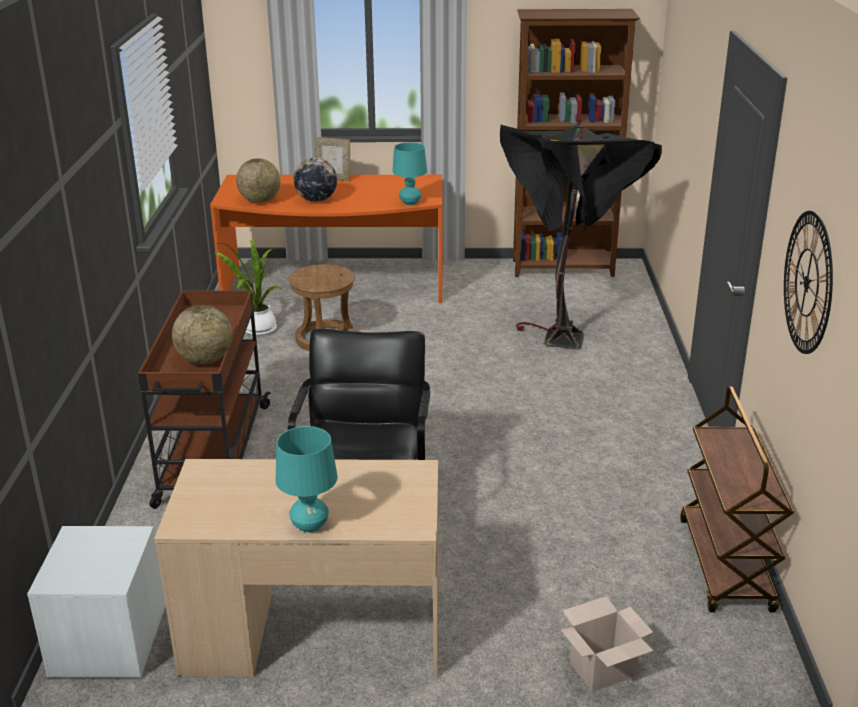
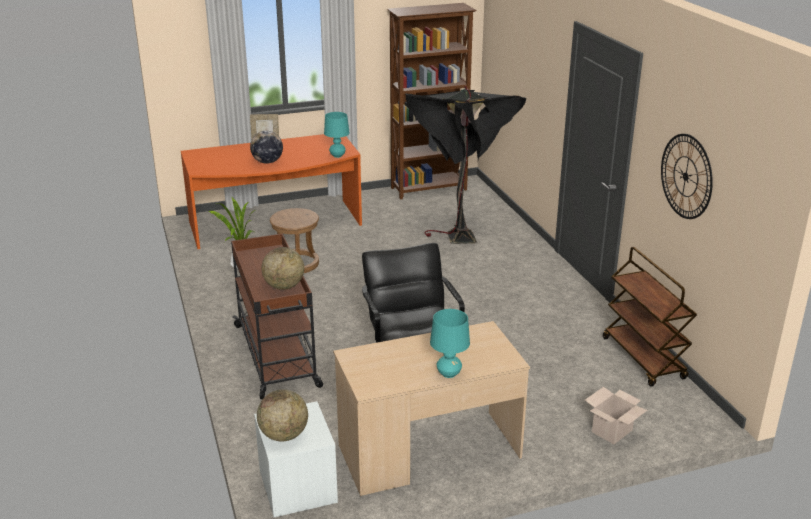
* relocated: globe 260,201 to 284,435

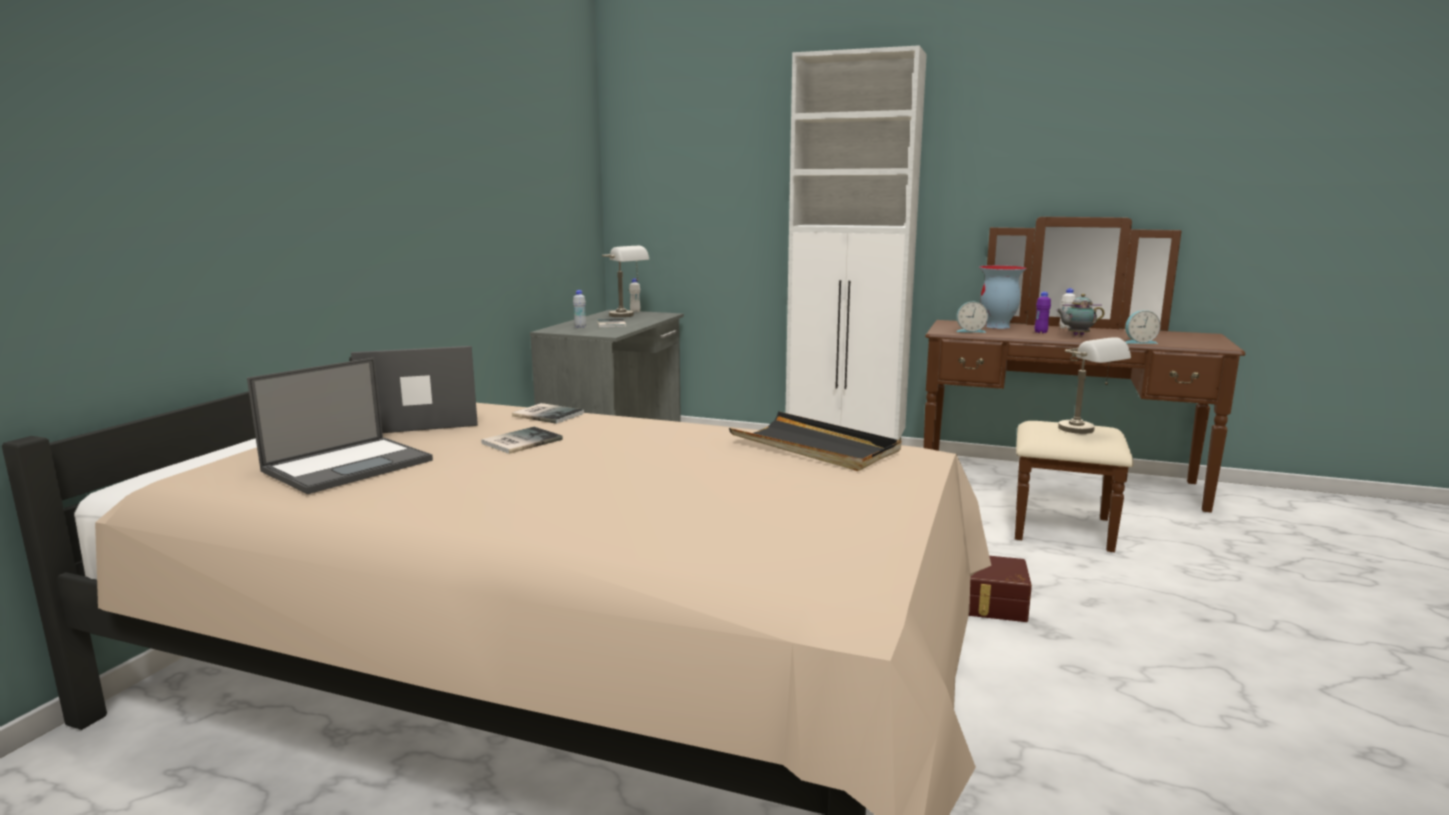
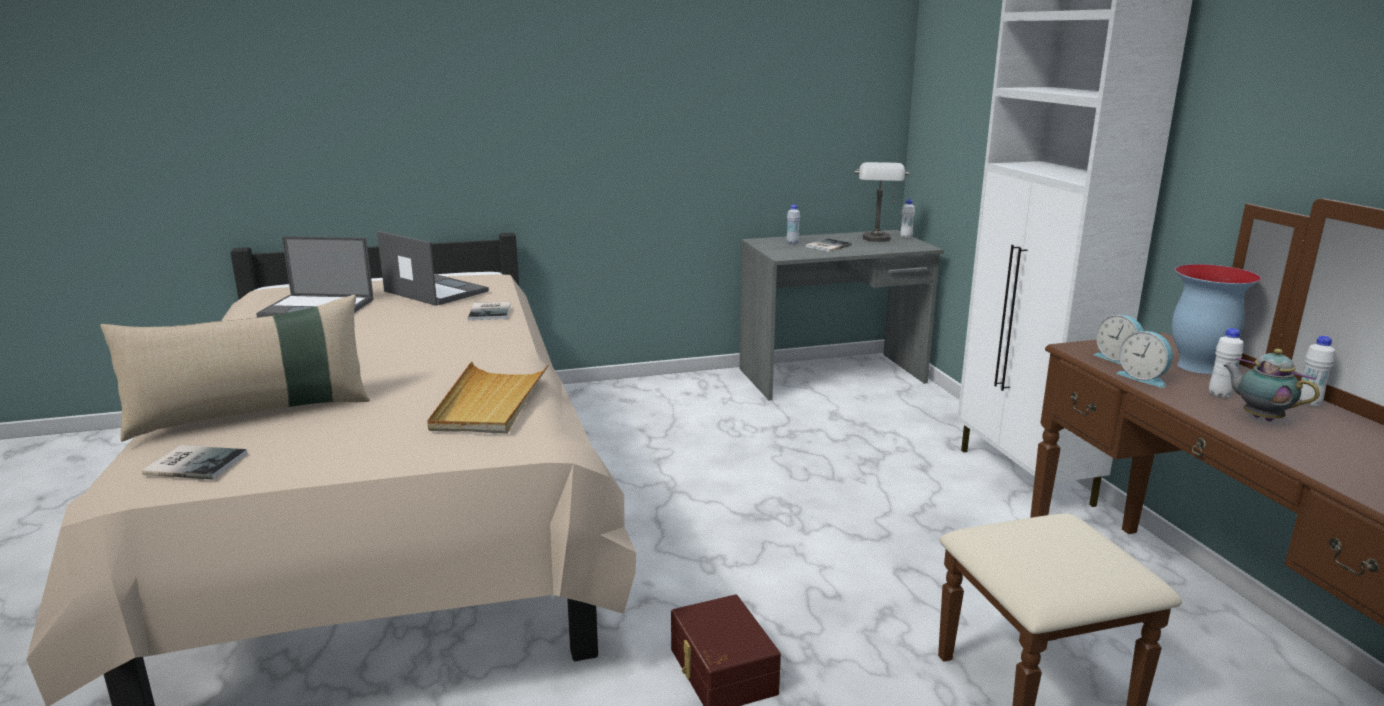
* missing: table lamp/grey 1087,431
* appeared: pillow/beige 253,414
* relocated: book 519,441 to 195,463
* relocated: alarm clock 1139,342 to 1144,378
* colour: tray/black 815,447 to tray/beige 490,402
* colour: bottle/purple 1040,332 to bottle/white 1219,395

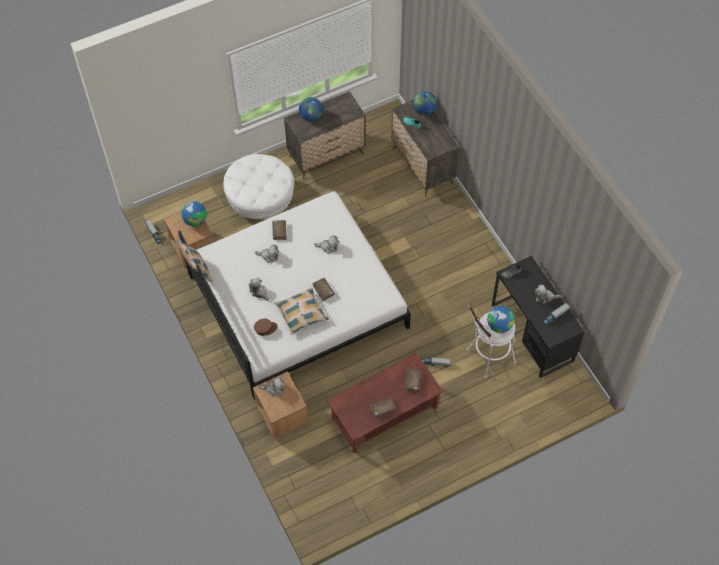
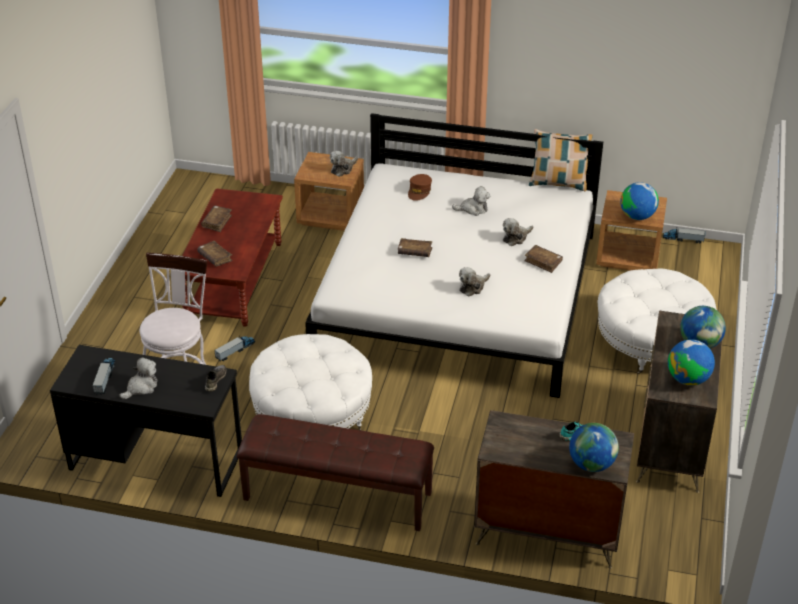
* missing: pillow 301,313
* appeared: bench/brown 337,496
* appeared: ottoman/white 312,414
* relocated: globe 499,325 to 688,379

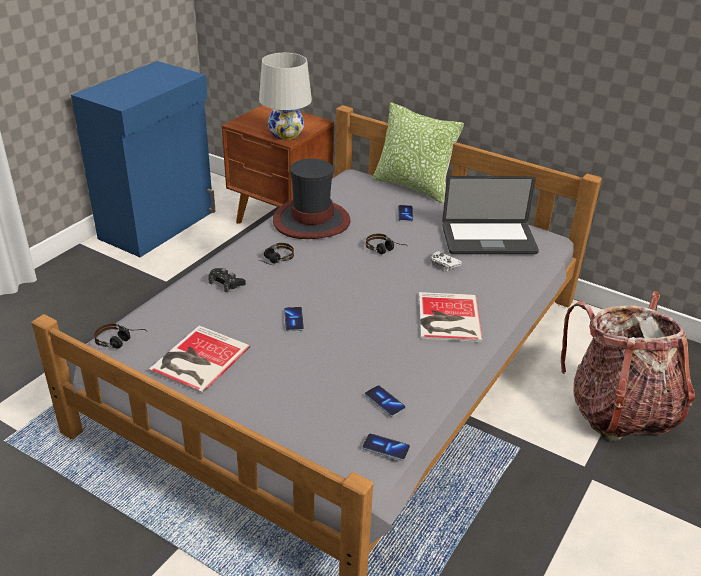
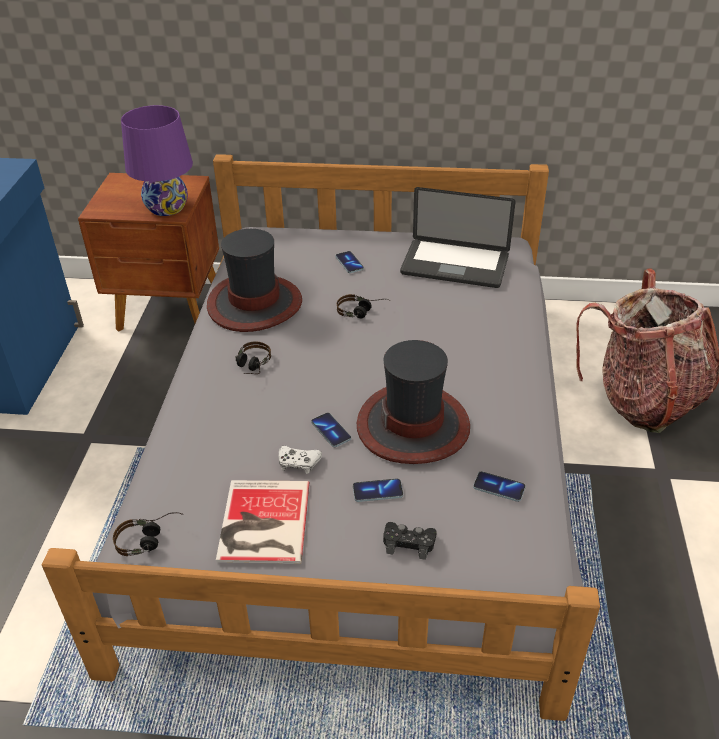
* missing: pillow 413,186
* missing: book 447,318
* appeared: hat 413,425
* relocated: game controller/black 226,283 to 409,543
* relocated: phone 386,448 to 377,491
* relocated: game controller/white 444,264 to 298,463
* colour: table lamp/white 286,134 to table lamp/purple 167,207
* spun: laptop 488,240 = 454,265 45 degrees clockwise

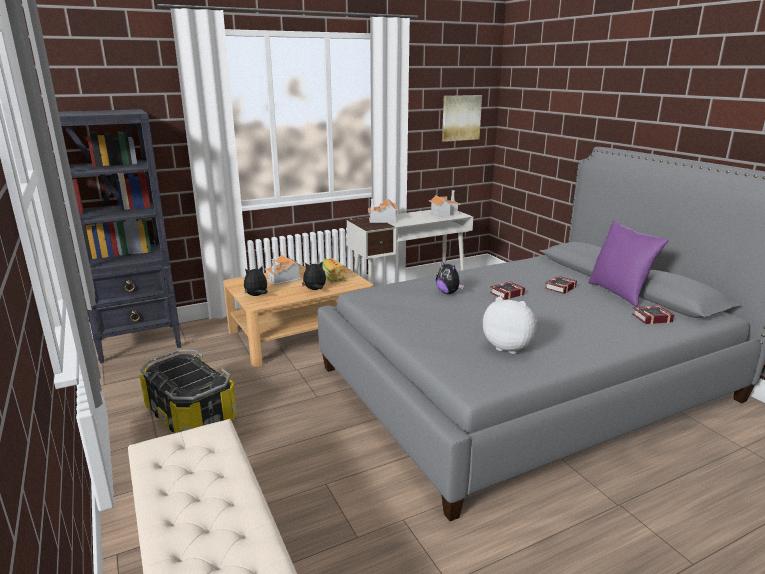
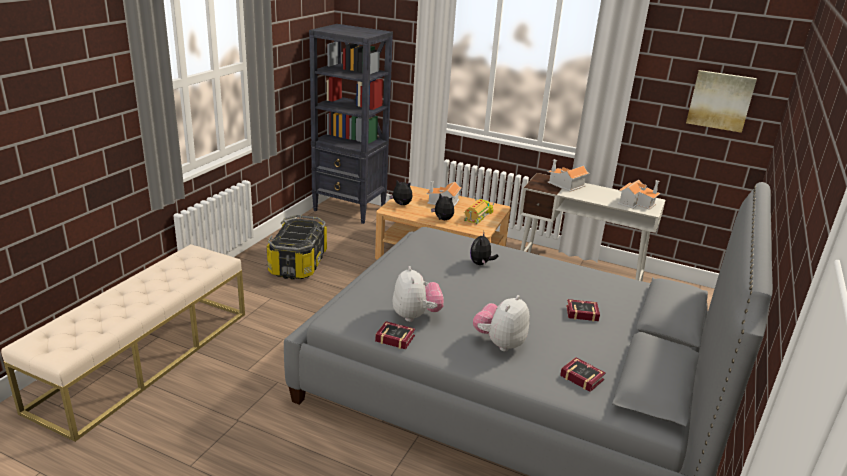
* missing: pillow/purple 619,293
* appeared: plush toy 499,343
* relocated: book 505,294 to 394,337

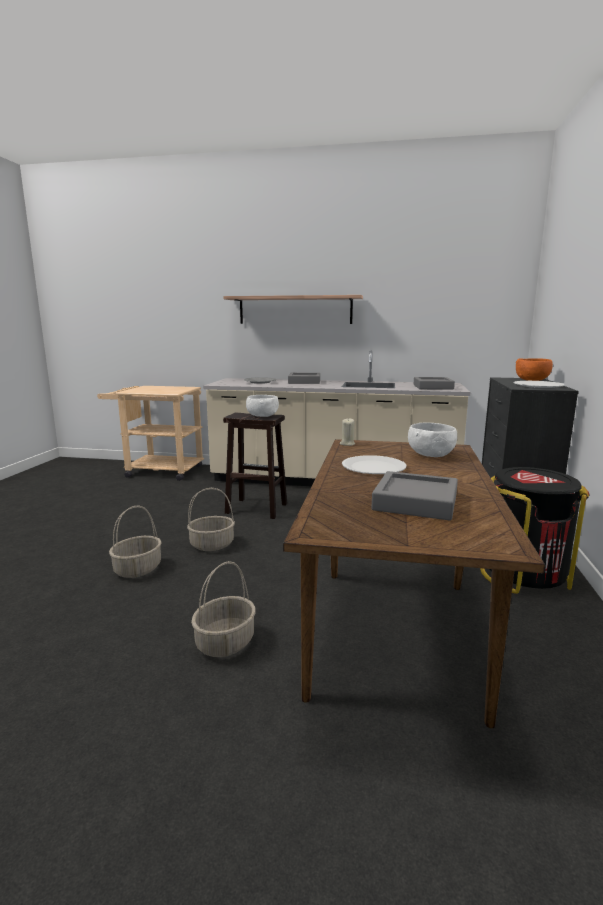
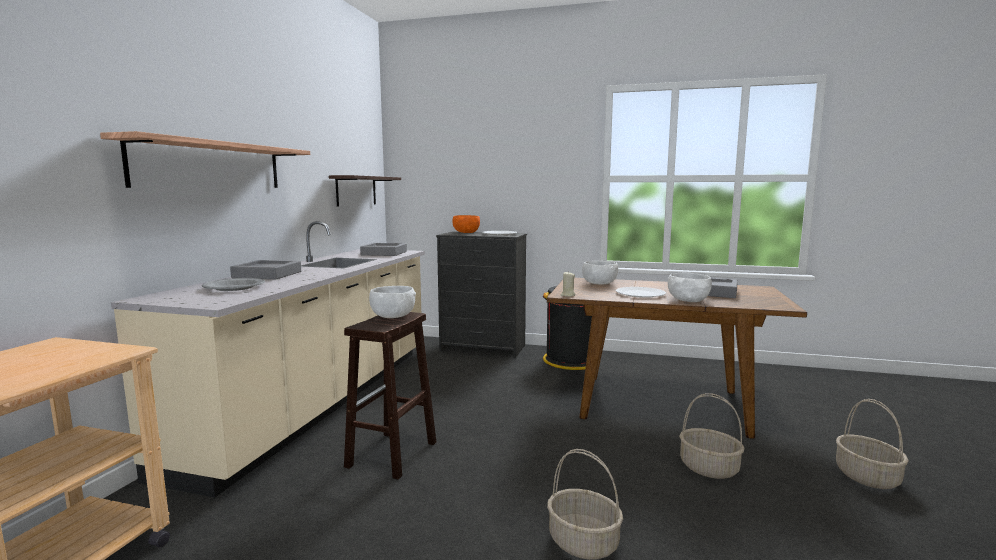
* appeared: shelf 356,191
* appeared: bowl/white 687,300
* relocated: basket 211,545 to 868,477

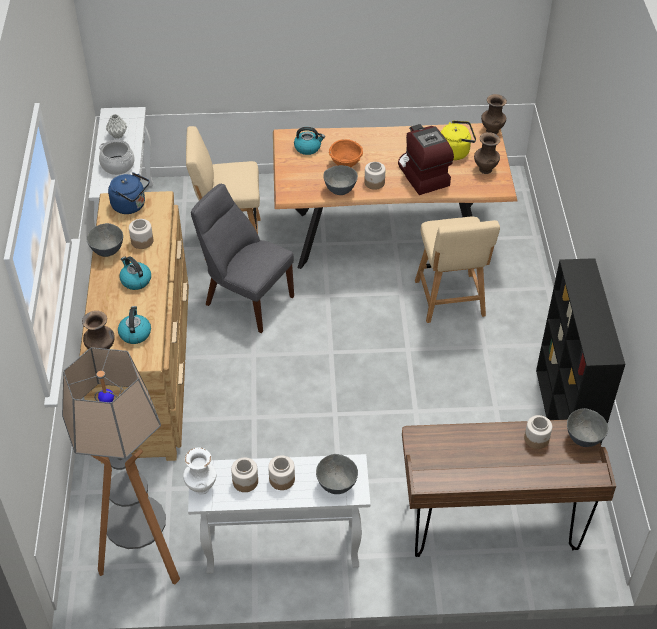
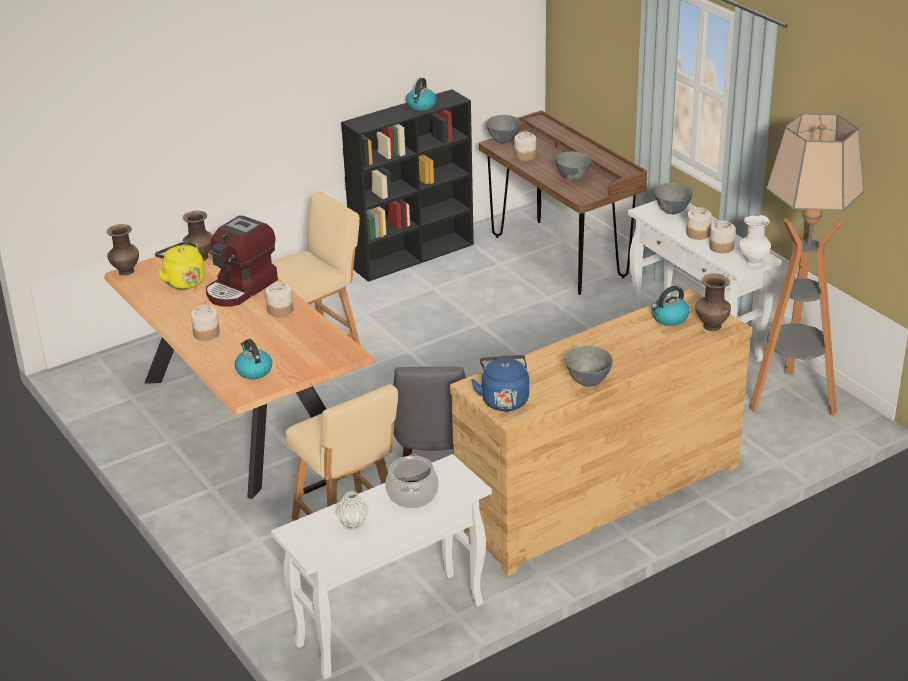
* missing: bowl/orange 346,164
* relocated: kettle 135,280 to 421,106
* relocated: jar 142,241 to 206,334
* relocated: bowl/grey 340,191 to 573,178

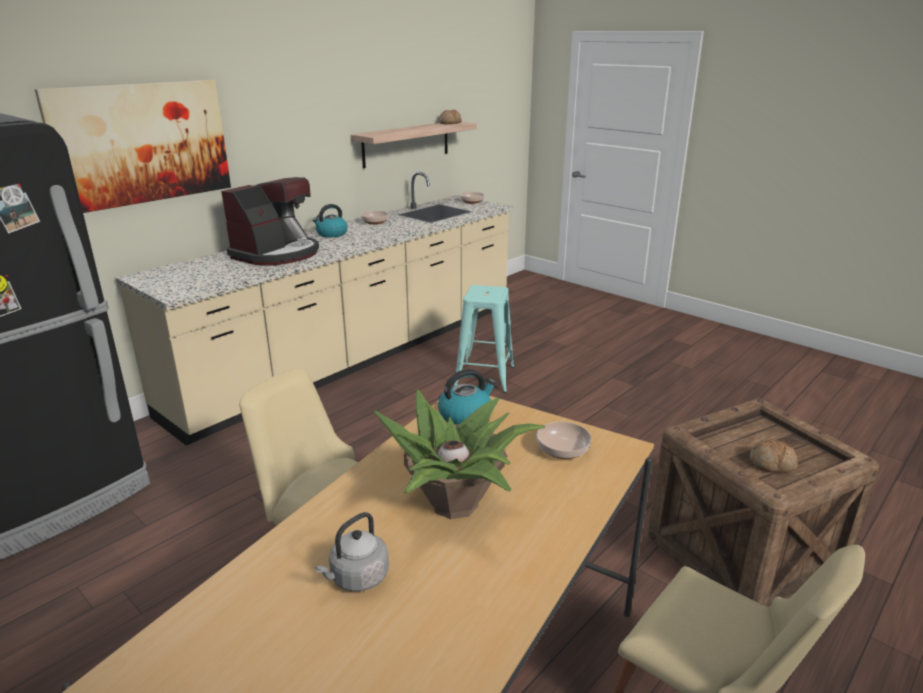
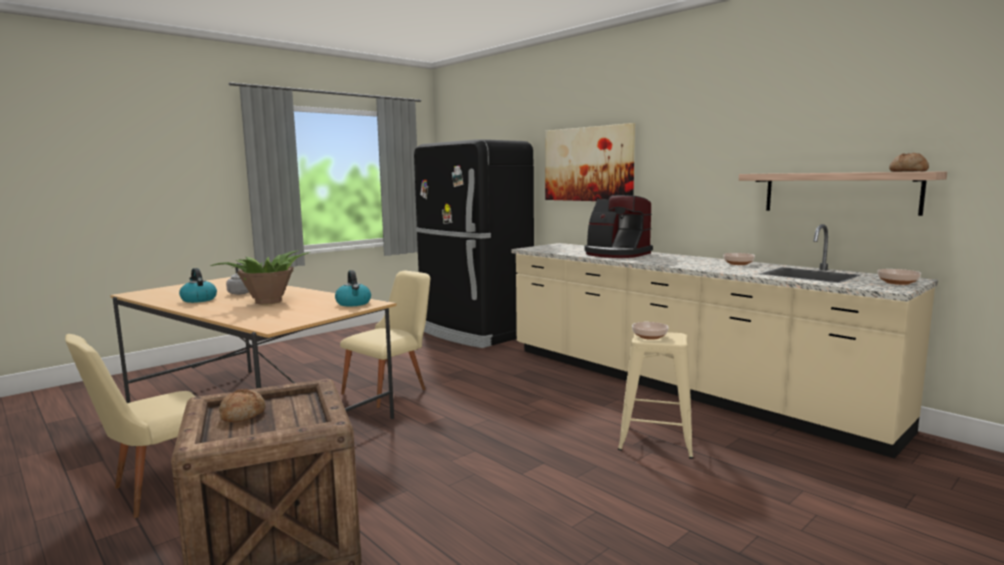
* relocated: kettle 331,234 to 198,299
* relocated: bowl 561,450 to 649,336
* colour: stool/turquoise 484,377 to stool/beige 656,441

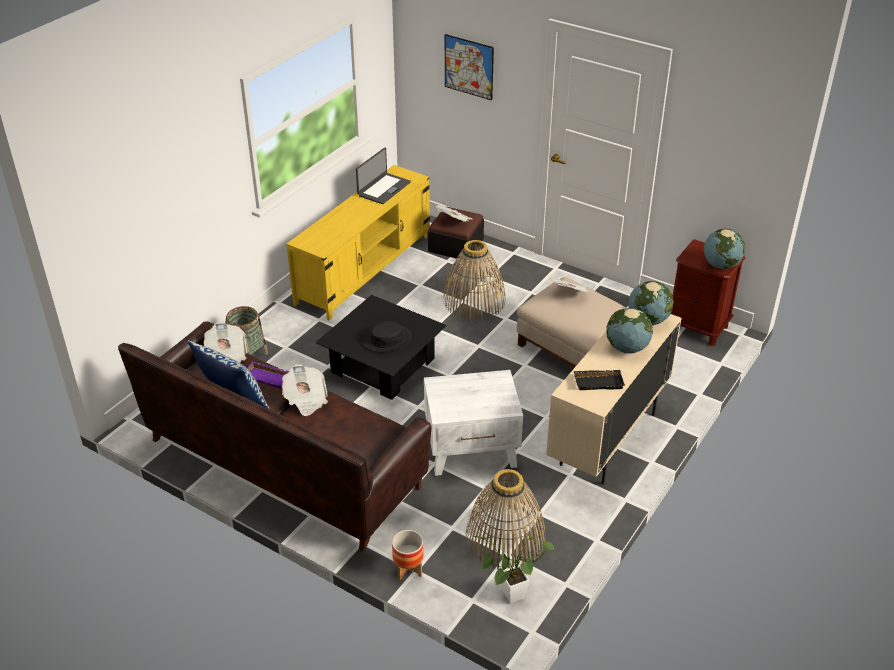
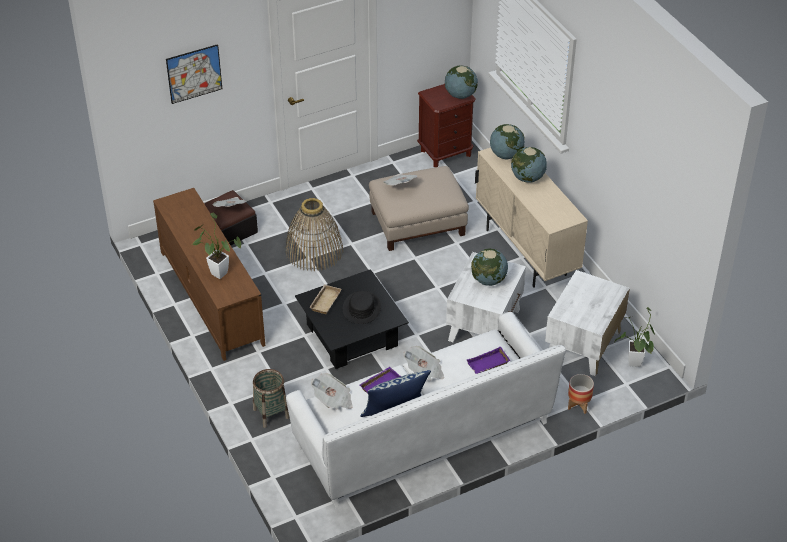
* missing: laptop 383,189
* missing: tray/black 598,382
* appeared: potted plant 216,272
* appeared: tray/beige 324,301
* appeared: tray/purple 488,364
* appeared: globe 488,280
* exchanged: basket 505,538 to side table/white 582,345
* colour: sofa/brown 283,463 to sofa/white 423,435
* colour: tv stand/yellow 365,268 to tv stand/brown 211,297

